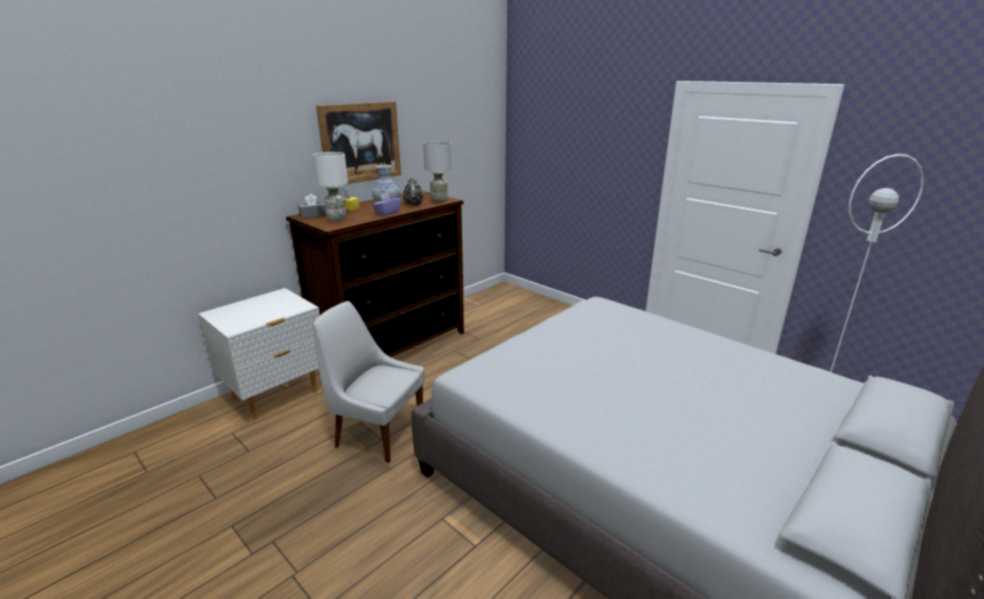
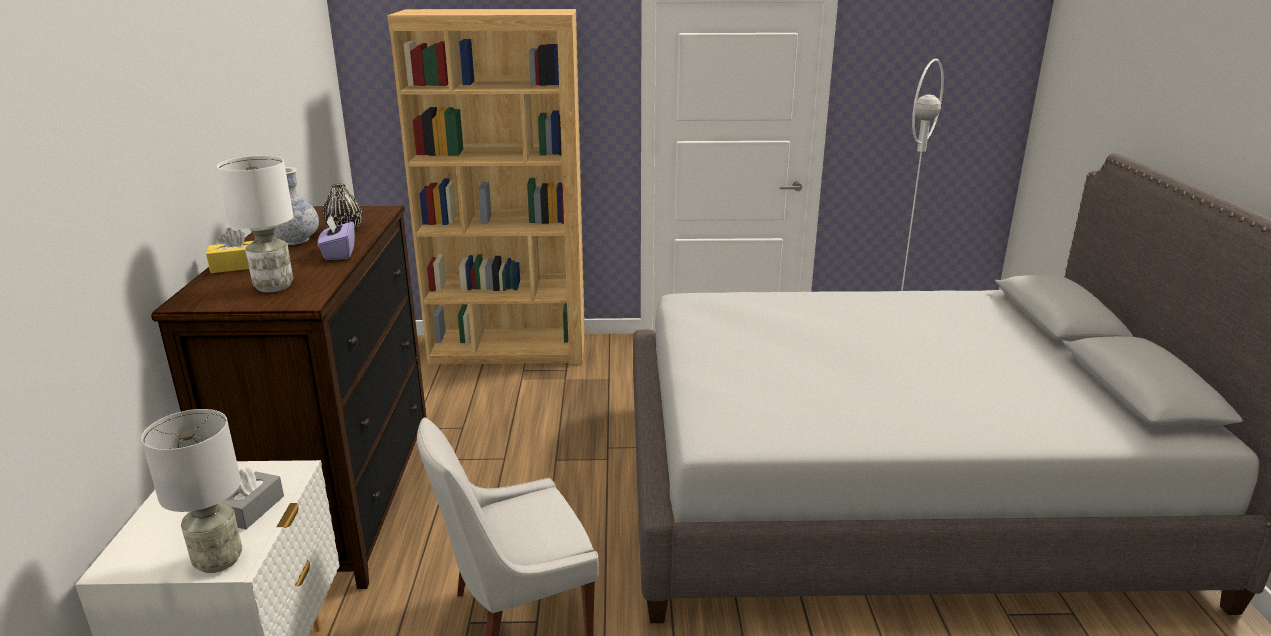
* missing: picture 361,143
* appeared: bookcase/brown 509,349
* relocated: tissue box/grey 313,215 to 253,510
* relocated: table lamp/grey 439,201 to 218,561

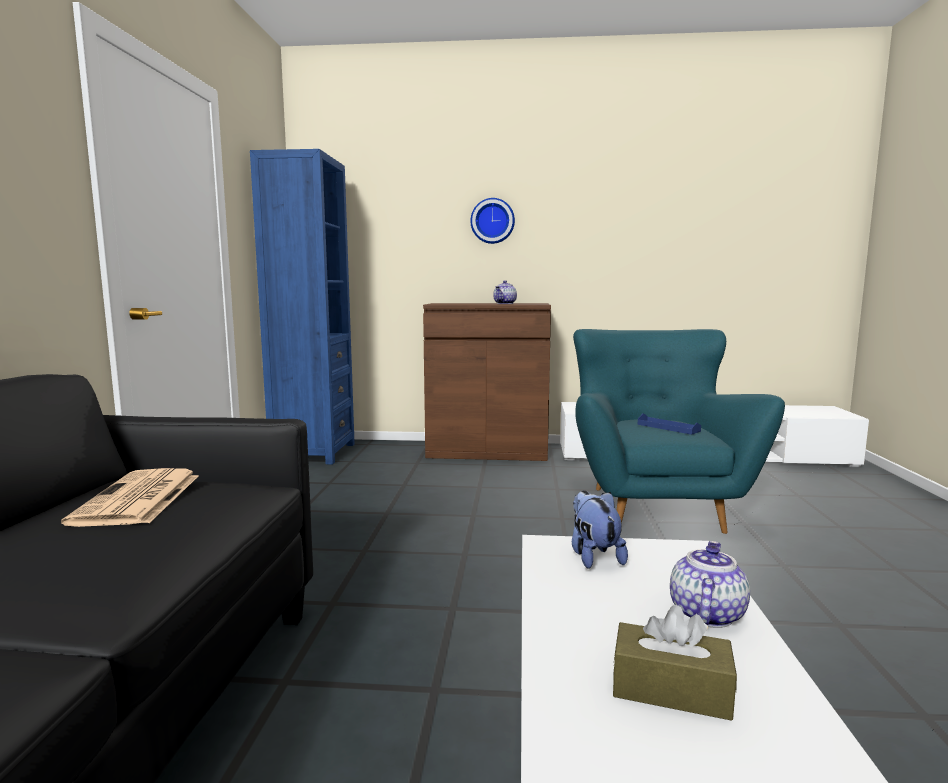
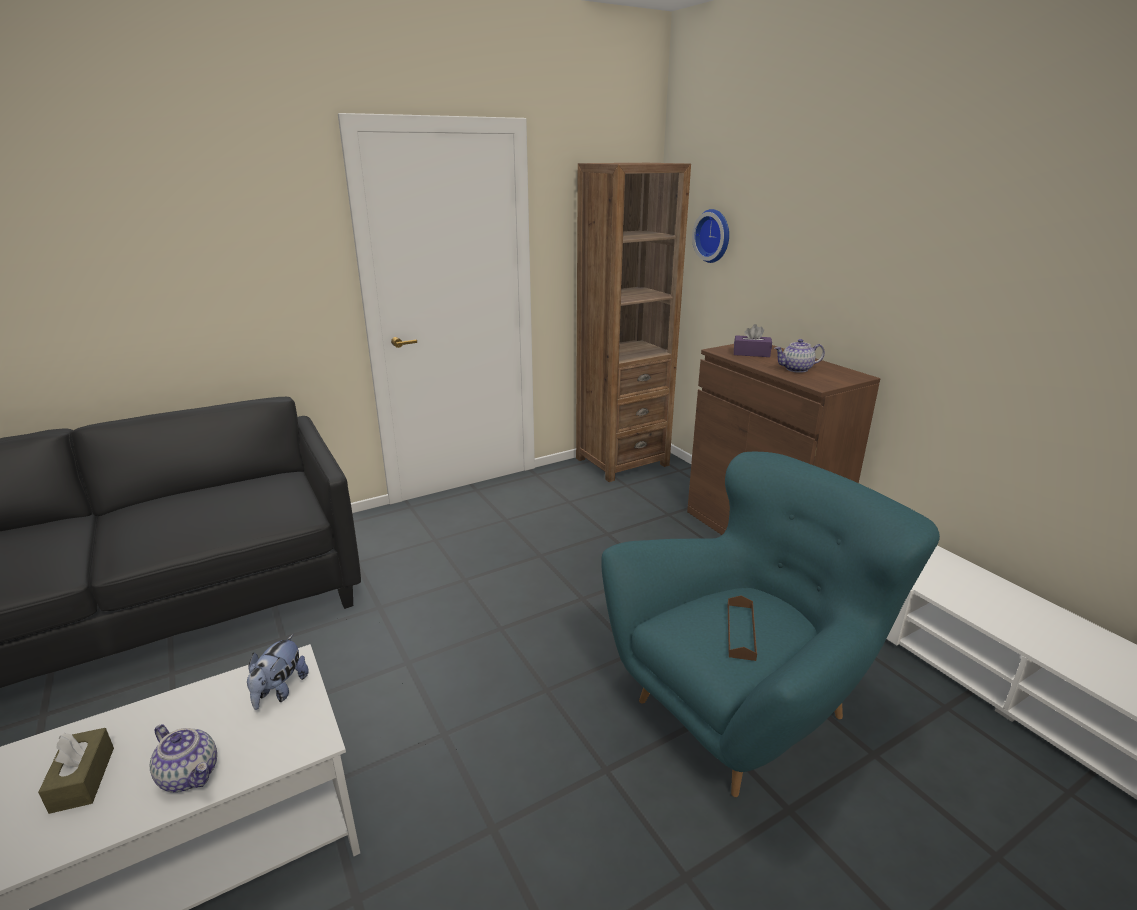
* missing: newspaper 139,499
* appeared: tissue box/purple 751,353
* relocated: wall clock 492,221 to 714,236
* colour: bookcase/blue 313,453 to bookcase/brown 622,462
* colour: tray/blue 668,427 to tray/brown 741,631
* spun: plush toy 593,556 = 280,691 150 degrees clockwise
* spun: teapot 705,613 = 190,774 45 degrees clockwise

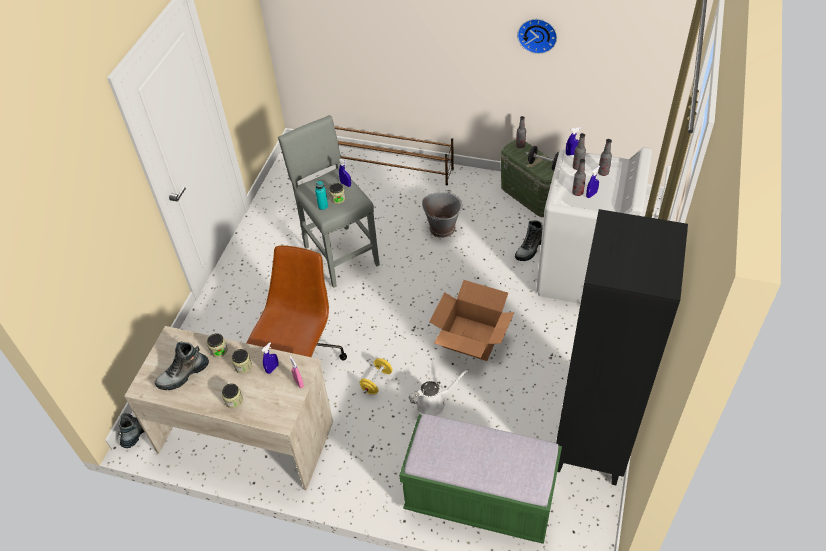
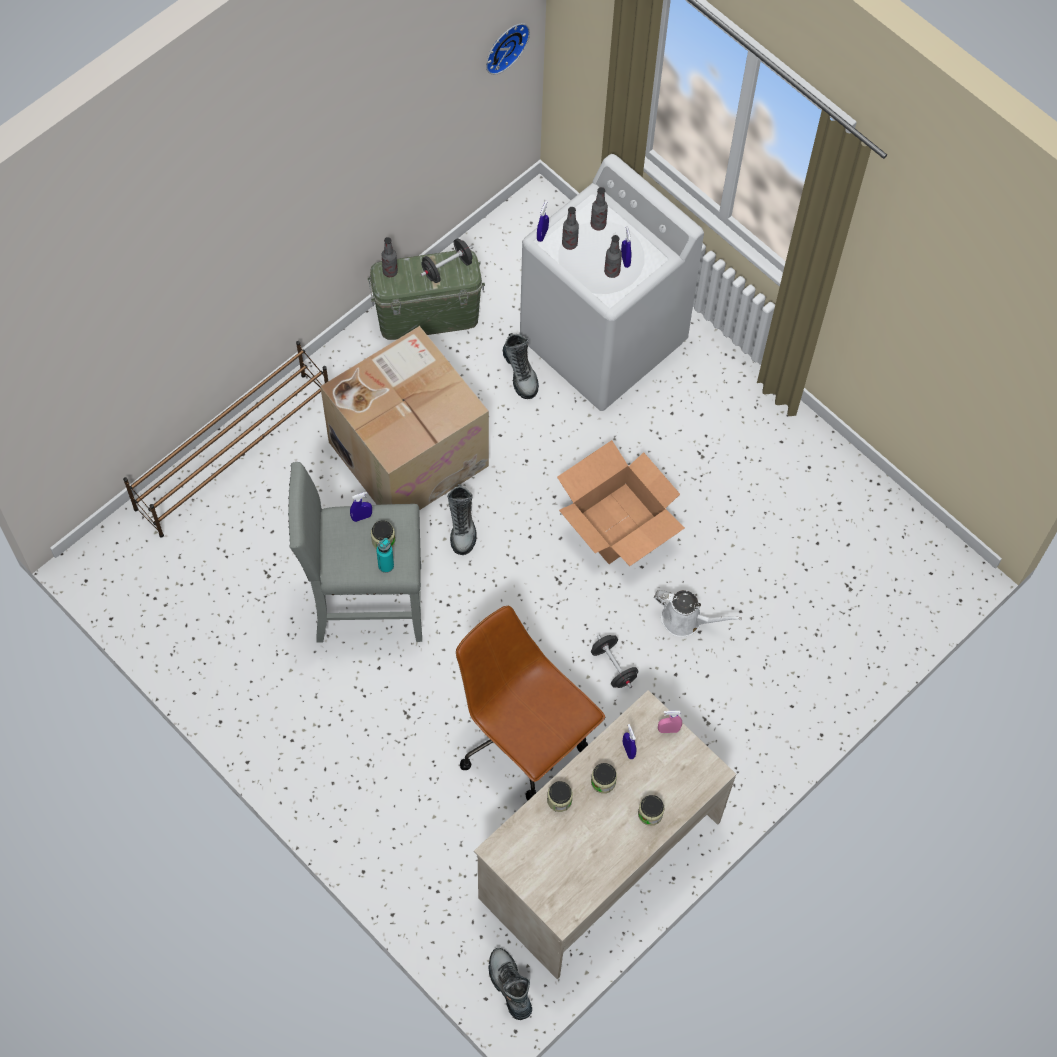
* missing: bench/green 479,499
* missing: bookcase/black 591,447
* relocated: boot 183,375 to 462,526
* relocated: wall clock 537,34 to 504,46
* exchanged: bucket/grey 442,228 to cardboard box 409,451
* colour: dumbbell/yellow 376,382 to dumbbell/black 613,666
* spun: watering can/white 433,403 = 686,619 105 degrees clockwise

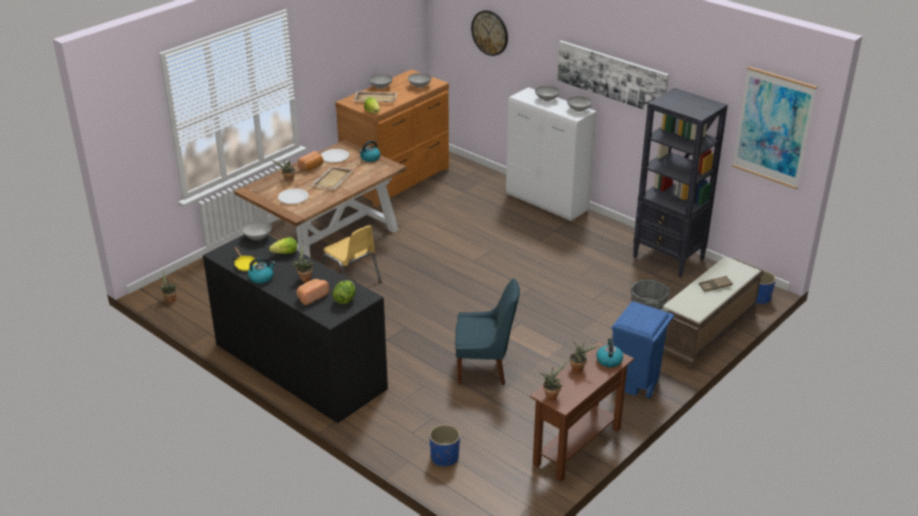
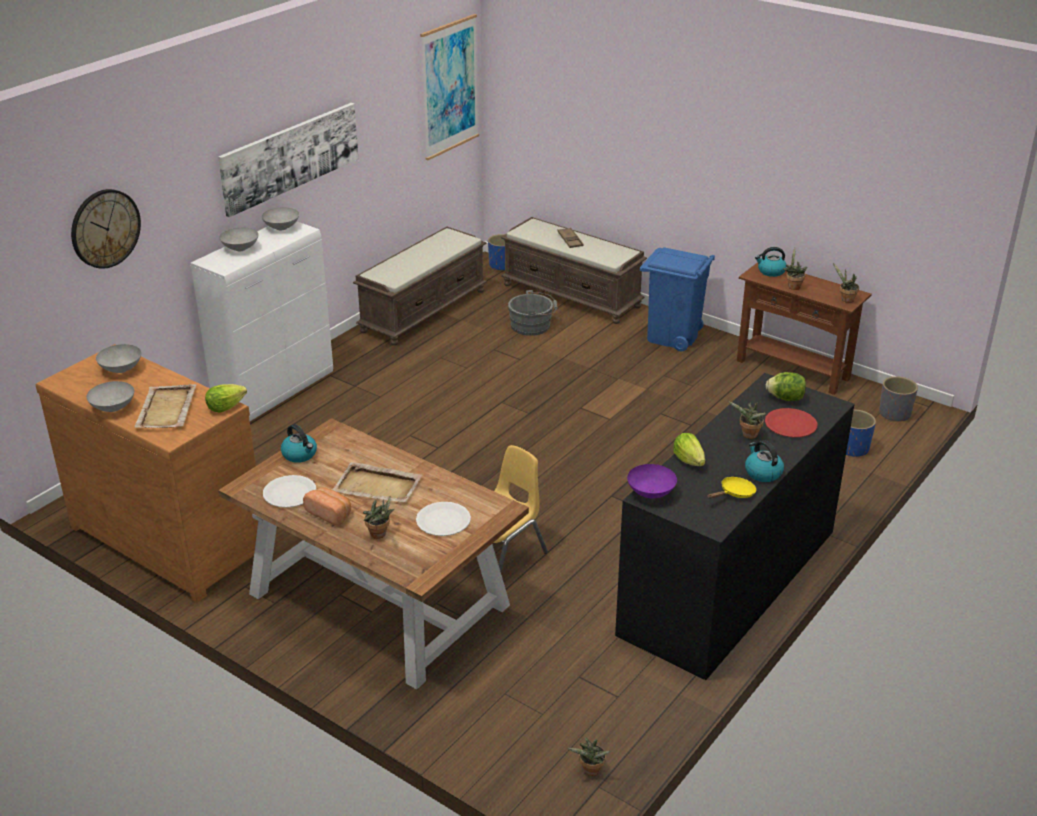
* missing: chair/blue 485,368
* appeared: planter/grey 895,414
* exchanged: bread 312,297 to plate/red 790,424
* exchanged: bookcase/black 669,258 to bench/brown 423,310
* colour: bowl/grey 258,237 to bowl/purple 650,493

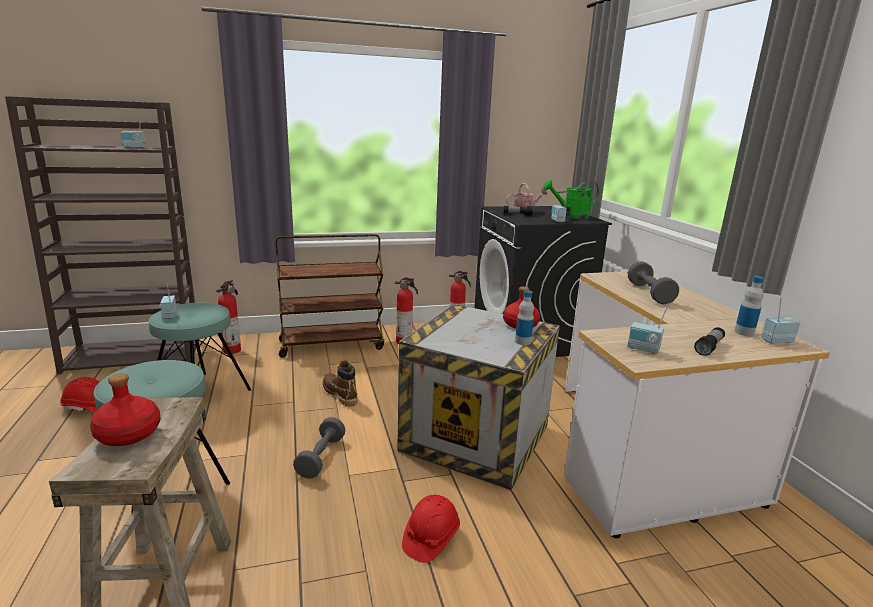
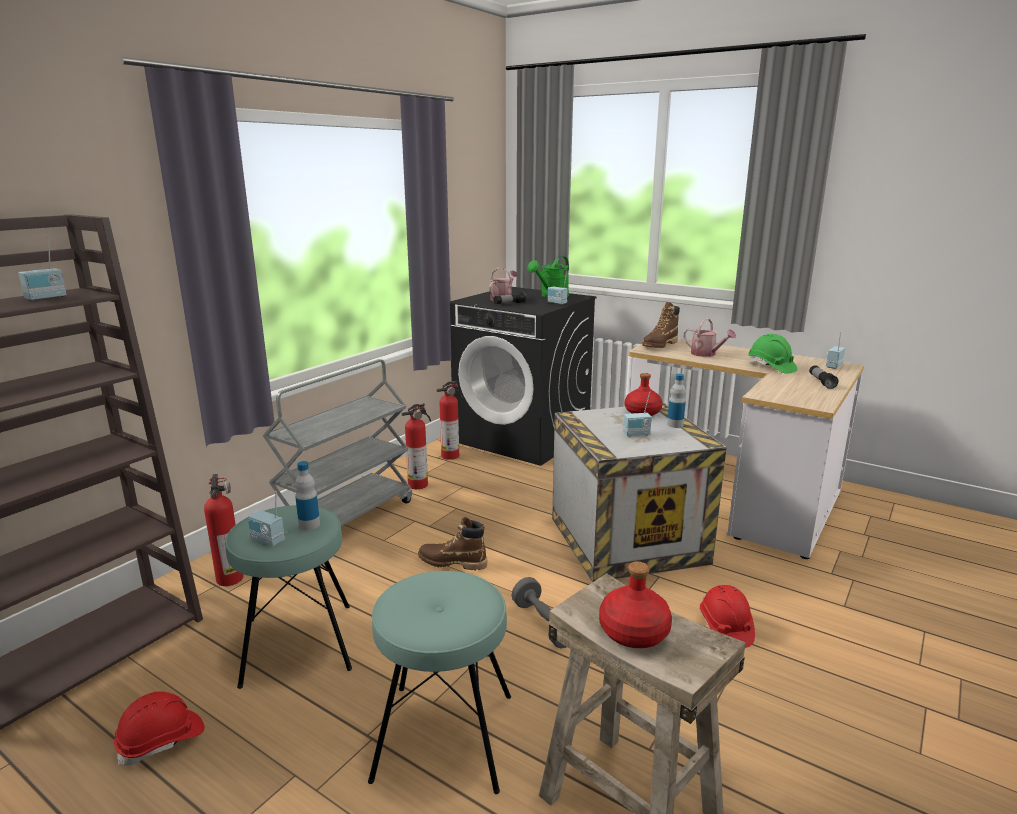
* appeared: boot/brown 659,345
* appeared: hard hat/green 771,367
* relocated: radio 643,350 to 637,434
* relocated: bottle 744,332 to 309,525
* exchanged: dumbbell/grey 649,293 to watering can 706,354
* colour: cart/brown 332,344 to cart/grey 346,519

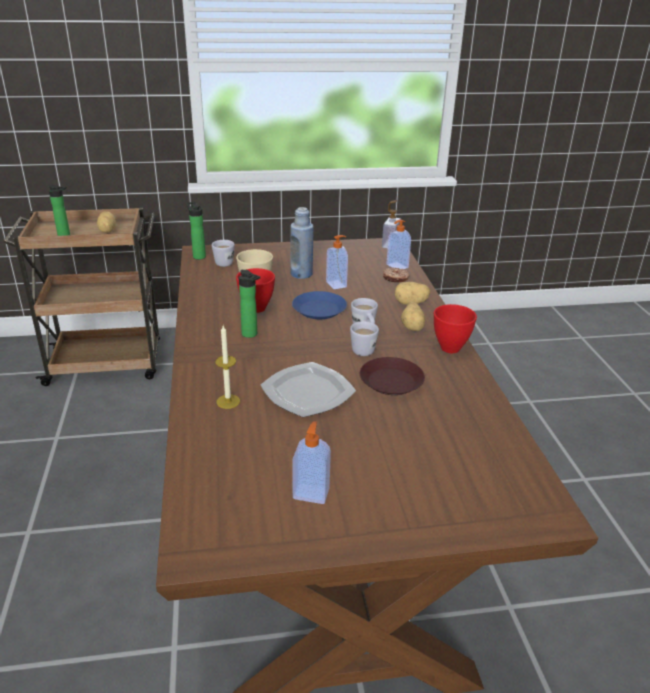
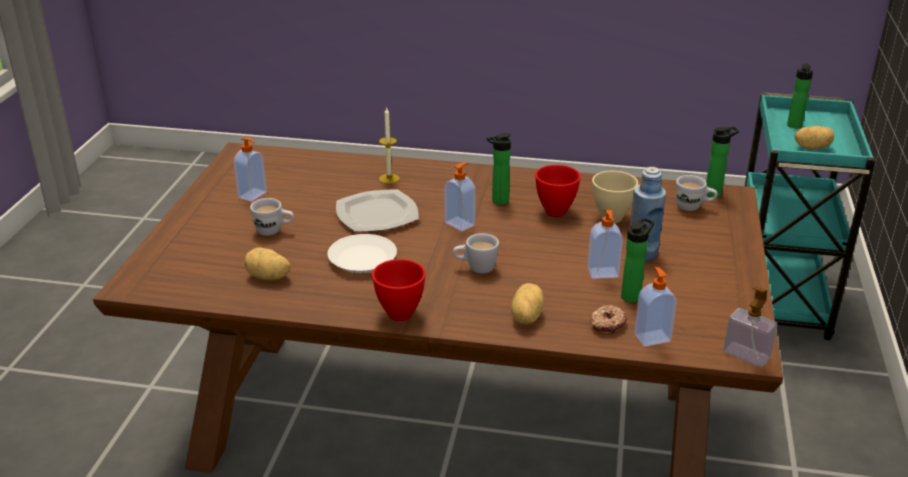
* missing: plate/blue 319,310
* appeared: soap dispenser 460,223
* appeared: bottle 632,296
* relocated: mug/white 361,348 to 274,231
* relocated: potato 412,327 to 268,277
* colour: cart/brown 107,364 to cart/turquoise 778,300
* colour: plate/brown 390,381 to plate/white 363,259

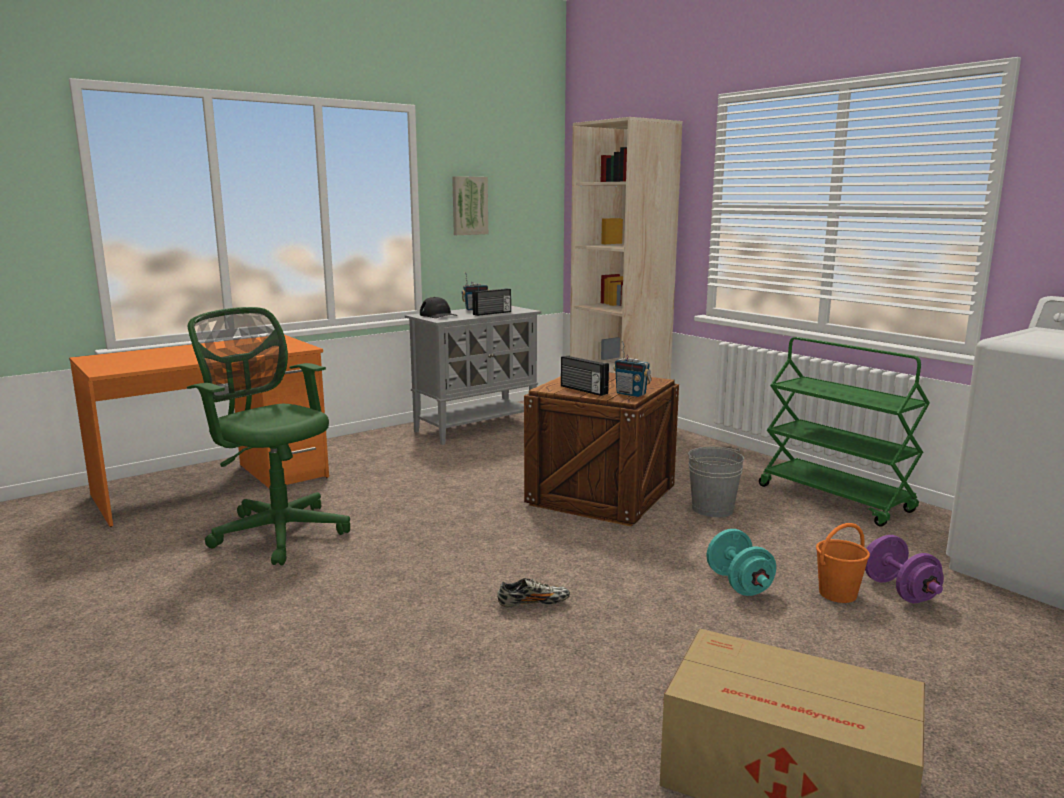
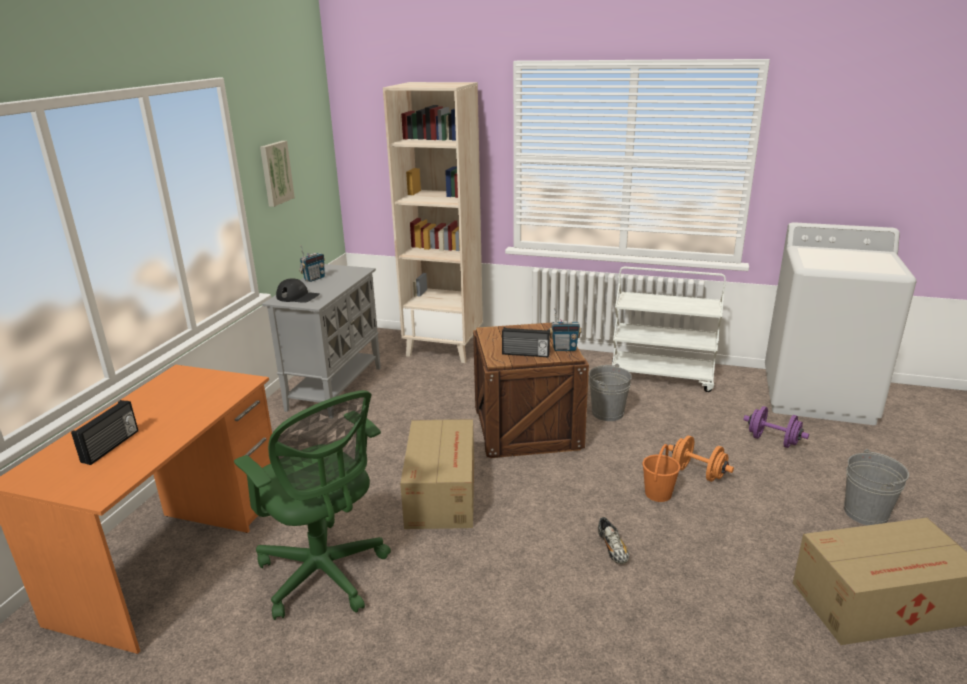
* appeared: cardboard box 442,491
* appeared: bucket/grey 866,513
* relocated: radio 492,313 to 111,446
* relocated: bucket/orange 838,594 to 658,493
* colour: dumbbell/turquoise 739,584 to dumbbell/orange 698,473
* colour: cart/green 835,499 to cart/white 661,377
* spun: office chair/green 277,531 = 325,575 135 degrees counterclockwise
* spun: shoe 533,604 = 612,549 120 degrees clockwise

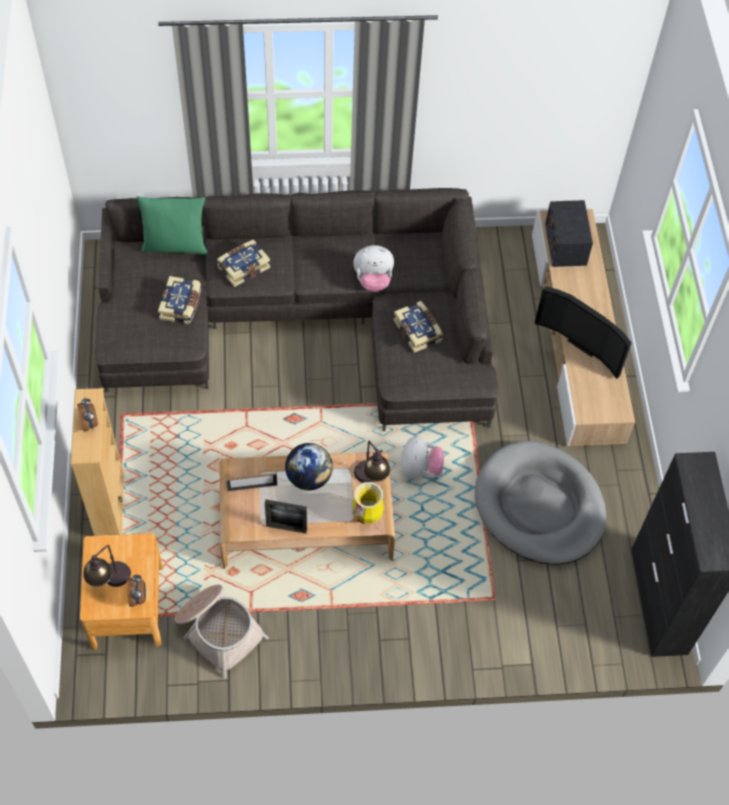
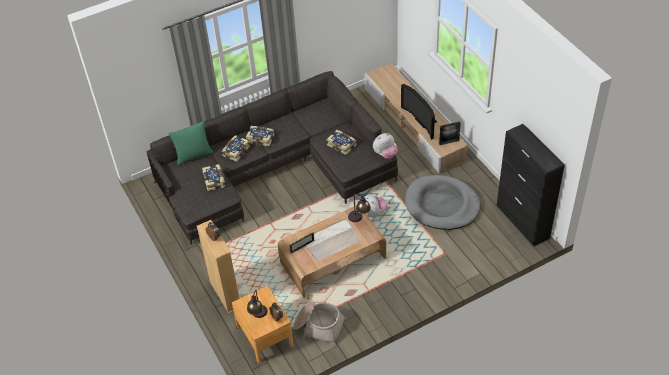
* missing: globe 309,477
* missing: vase 367,517
* missing: radio 565,244
* appeared: book 260,138
* relocated: picture frame 286,528 to 449,142
* relocated: plush toy 373,280 to 385,154
* spun: television 584,343 = 423,121 45 degrees clockwise

